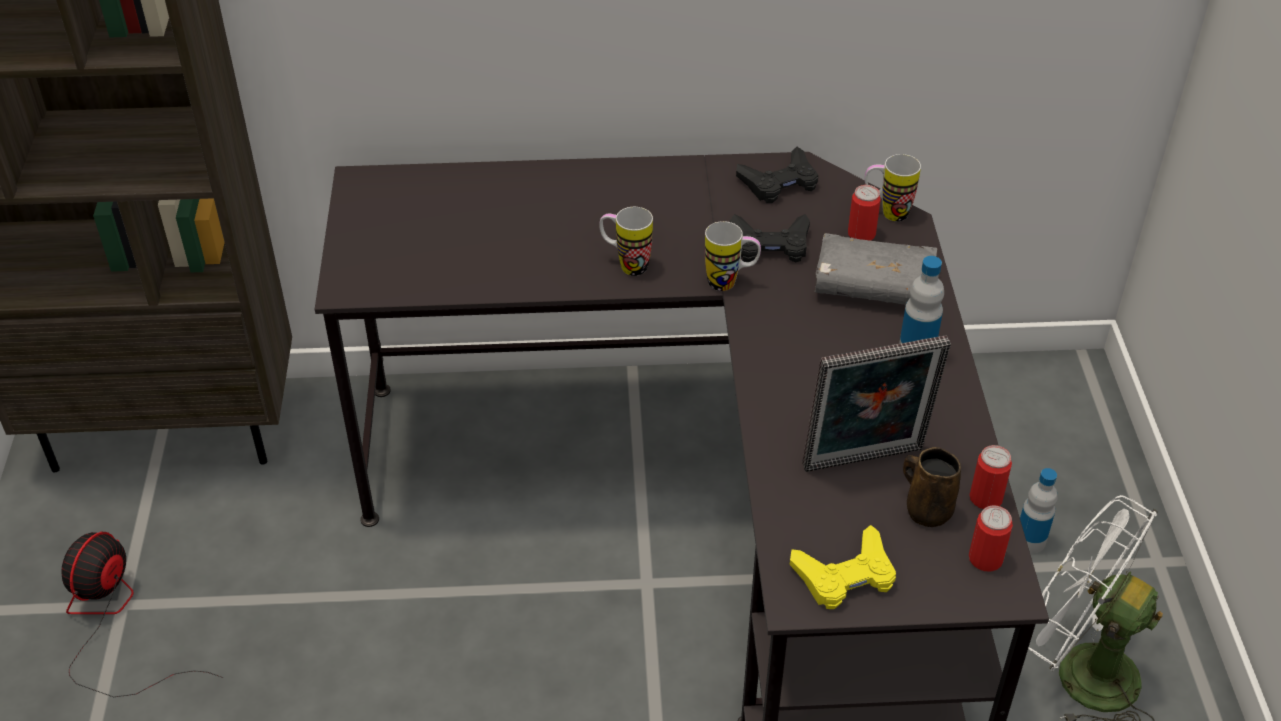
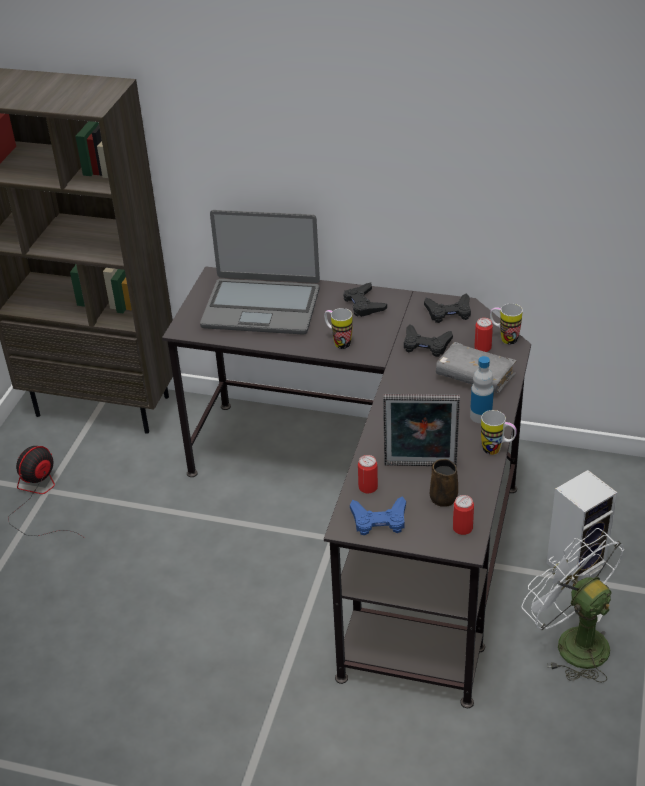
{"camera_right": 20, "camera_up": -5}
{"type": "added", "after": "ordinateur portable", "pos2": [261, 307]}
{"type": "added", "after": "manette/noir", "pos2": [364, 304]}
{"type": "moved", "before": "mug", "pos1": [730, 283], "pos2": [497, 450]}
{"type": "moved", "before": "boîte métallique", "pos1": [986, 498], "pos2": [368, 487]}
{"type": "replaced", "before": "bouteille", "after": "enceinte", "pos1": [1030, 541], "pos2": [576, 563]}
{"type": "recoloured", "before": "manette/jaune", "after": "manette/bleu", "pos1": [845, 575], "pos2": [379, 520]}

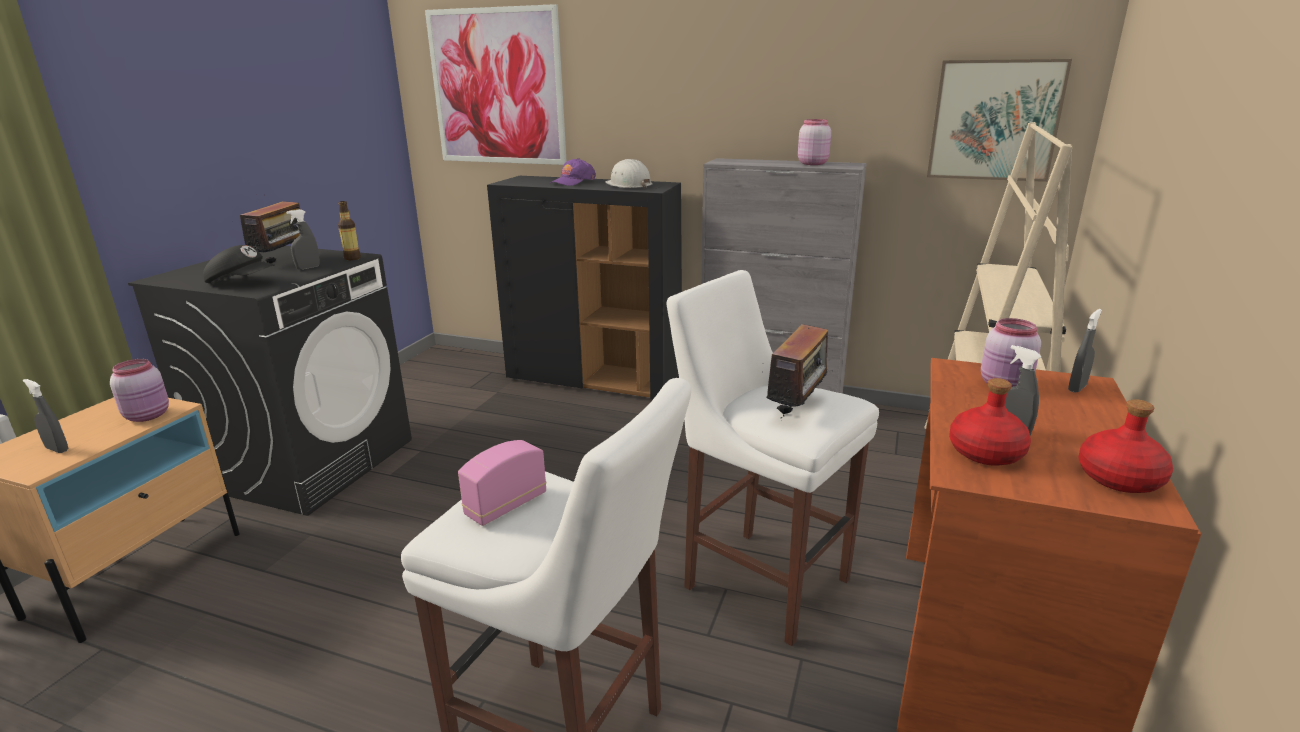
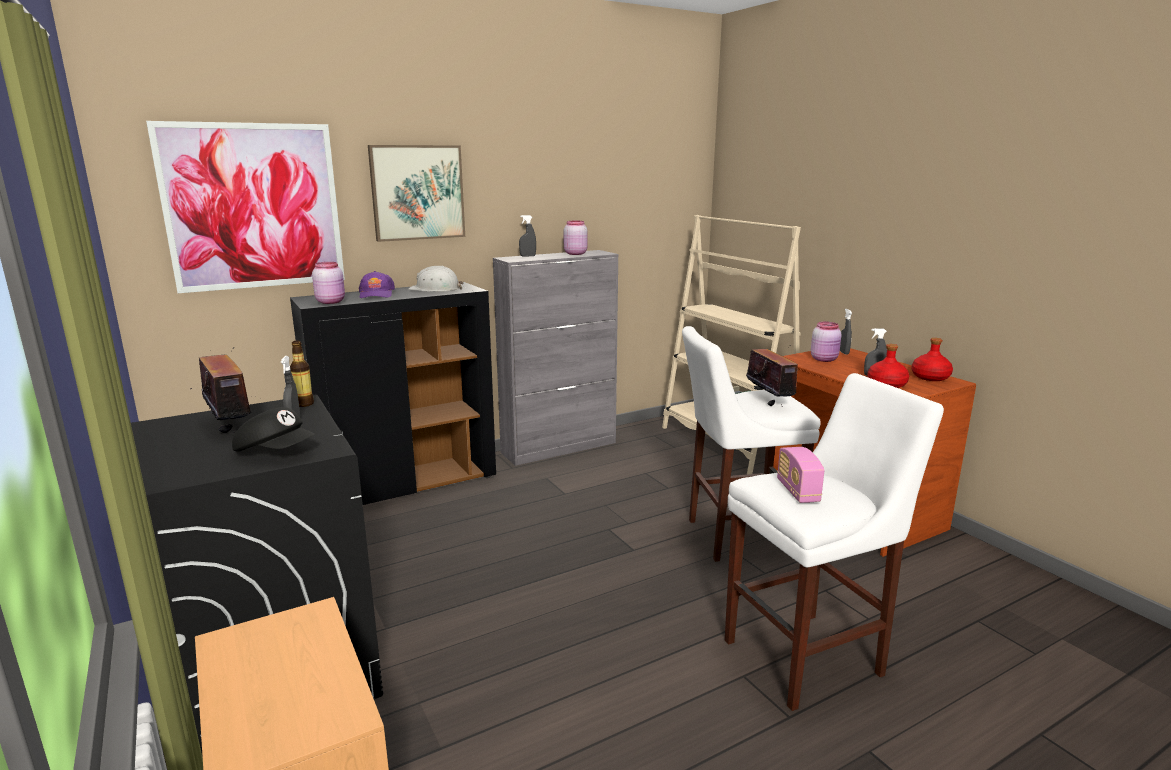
{"camera_right": -50, "camera_up": -5}
{"type": "moved", "before": "vaporisateur/gris", "pos1": [57, 449], "pos2": [527, 256]}
{"type": "moved", "before": "bocal/rose", "pos1": [149, 415], "pos2": [331, 302]}
{"type": "moved", "before": "tableau", "pos1": [994, 120], "pos2": [417, 192]}
{"type": "turned", "before": "casquette/noir", "pos1": [242, 282], "pos2": [276, 452], "turn": 60}

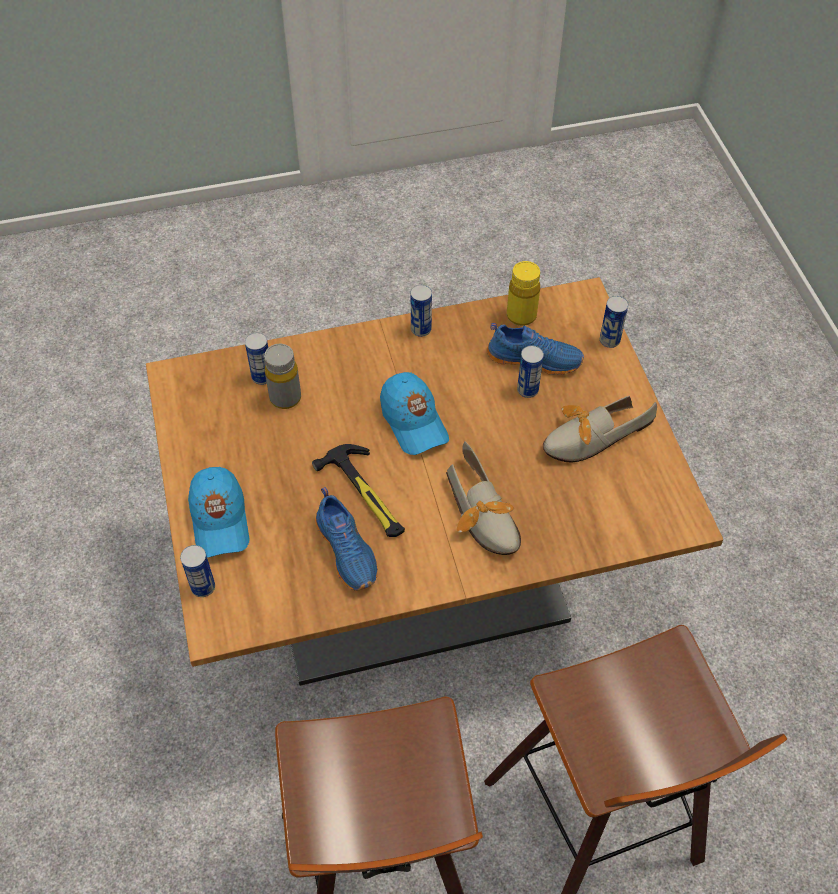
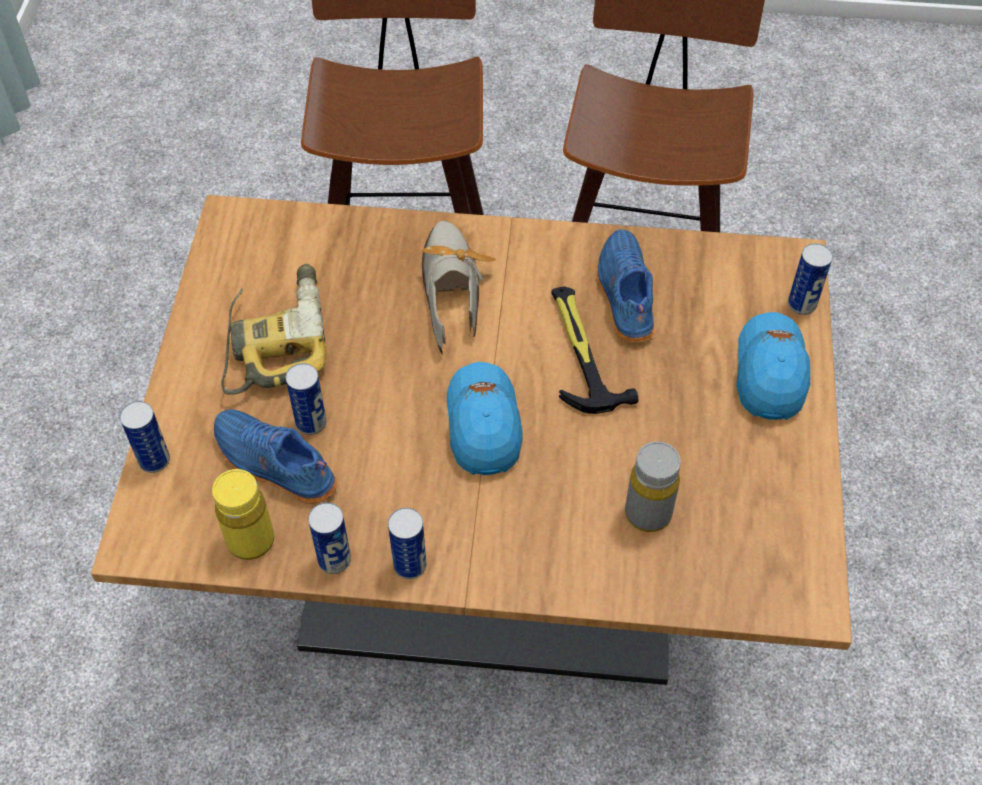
{"camera_right": -160, "camera_up": 0}
{"type": "moved", "before": "boîte métallique", "pos1": [262, 377], "pos2": [334, 560]}
{"type": "replaced", "before": "chaussure", "after": "perceuse", "pos1": [588, 438], "pos2": [275, 338]}

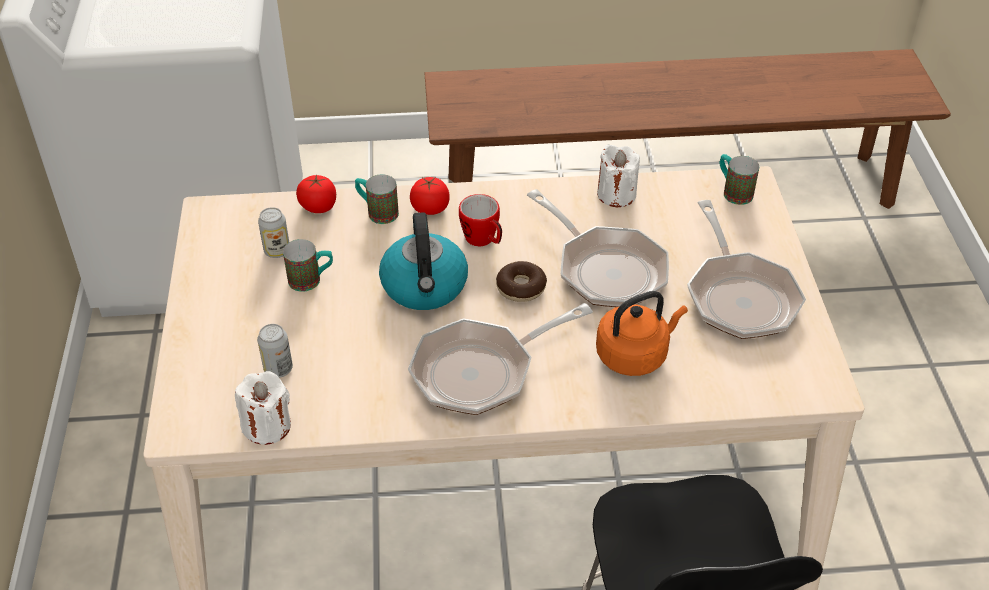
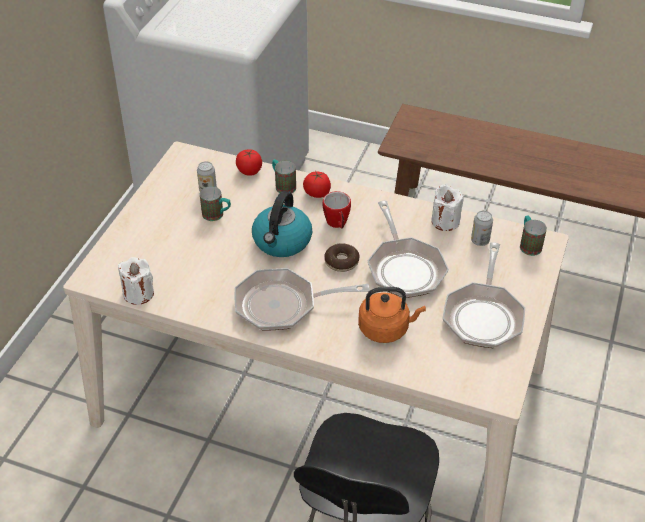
{"camera_right": 25, "camera_up": 0}
{"type": "moved", "before": "boîte métallique", "pos1": [278, 369], "pos2": [480, 241]}

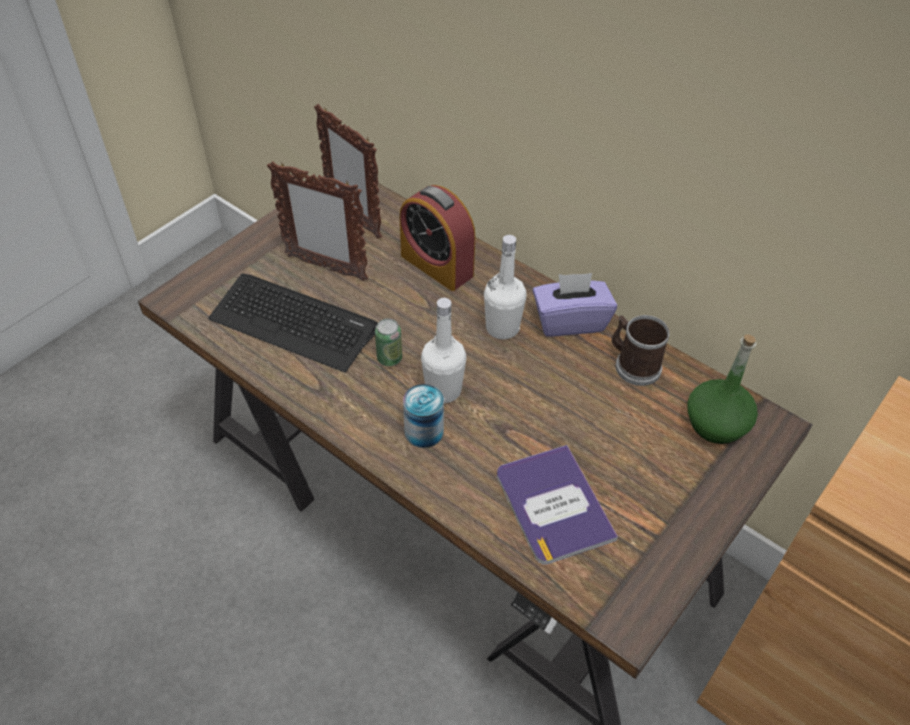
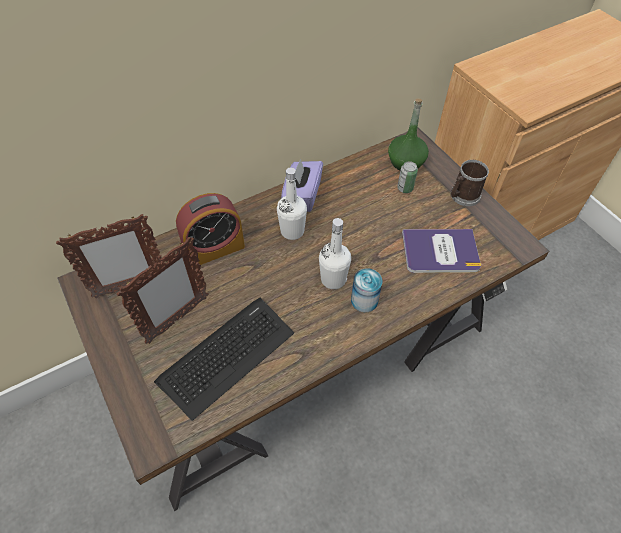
{"camera_right": -70, "camera_up": 5}
{"type": "moved", "before": "boîte métallique", "pos1": [389, 358], "pos2": [405, 188]}
{"type": "moved", "before": "mug", "pos1": [633, 365], "pos2": [462, 196]}

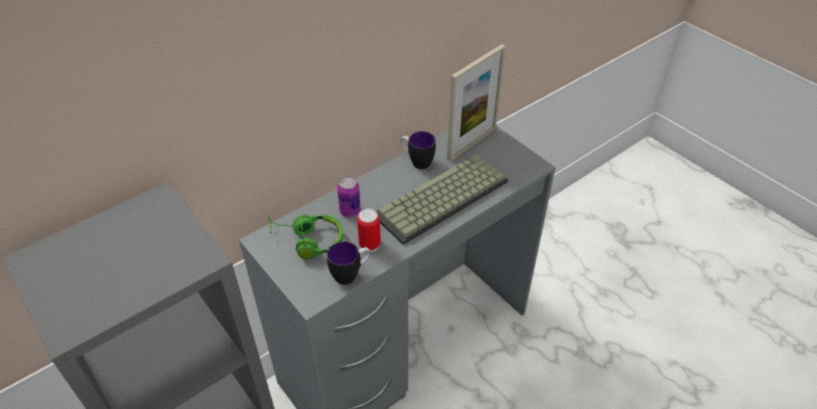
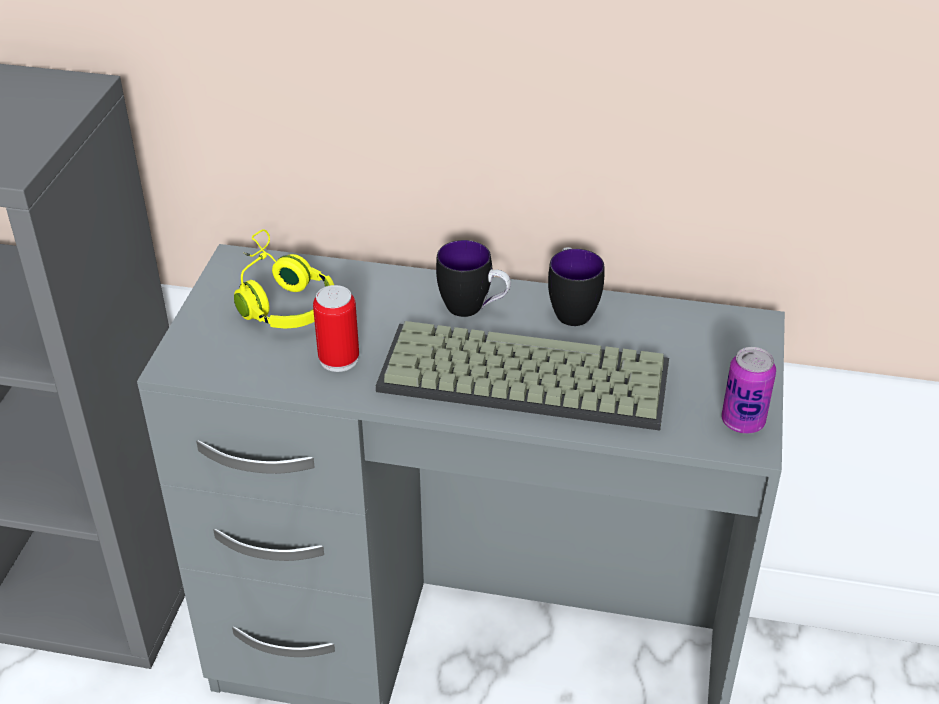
{"camera_right": 50, "camera_up": -5}
{"type": "removed", "before": "cadre photo", "pos1": [471, 144]}
{"type": "moved", "before": "mug", "pos1": [351, 275], "pos2": [473, 309]}
{"type": "moved", "before": "boîte métallique", "pos1": [350, 211], "pos2": [742, 422]}
{"type": "recoloured", "before": "casque audio/vert", "after": "casque audio/jaune", "pos1": [307, 241], "pos2": [281, 300]}

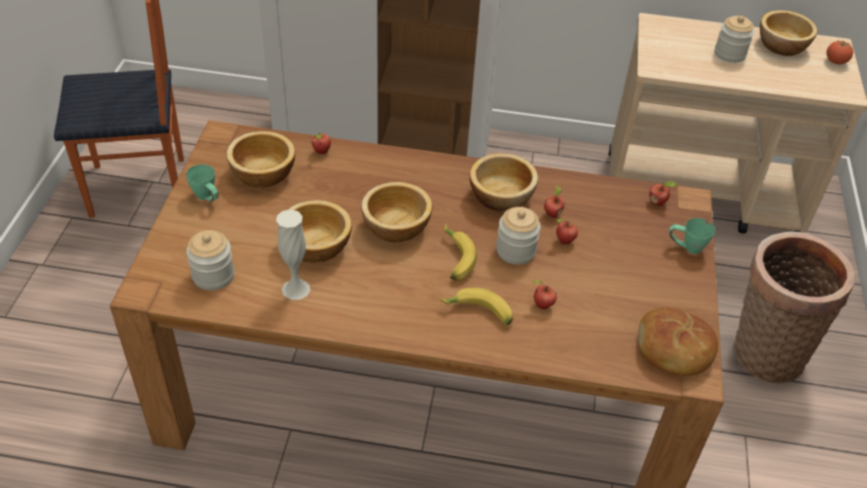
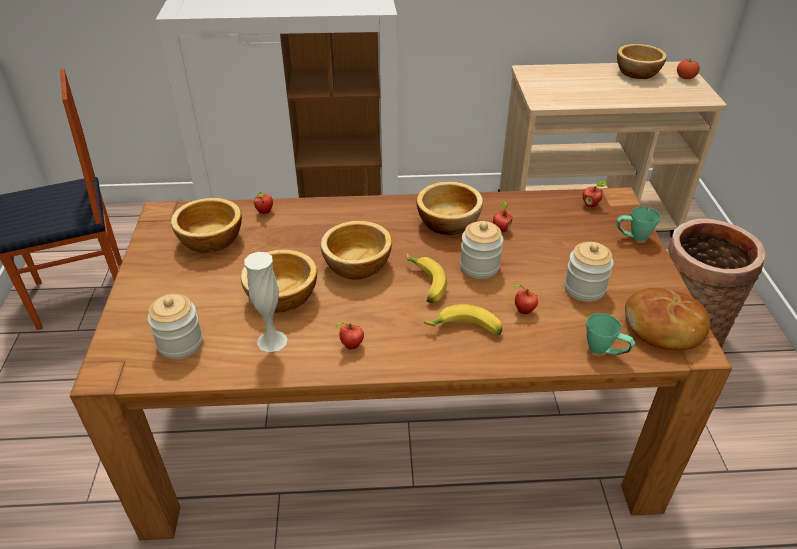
{"camera_right": -10, "camera_up": -5}
{"type": "moved", "before": "mug/vert", "pos1": [207, 199], "pos2": [605, 352]}
{"type": "moved", "before": "pomme", "pos1": [564, 241], "pos2": [351, 346]}
{"type": "moved", "before": "bocal", "pos1": [729, 54], "pos2": [584, 288]}

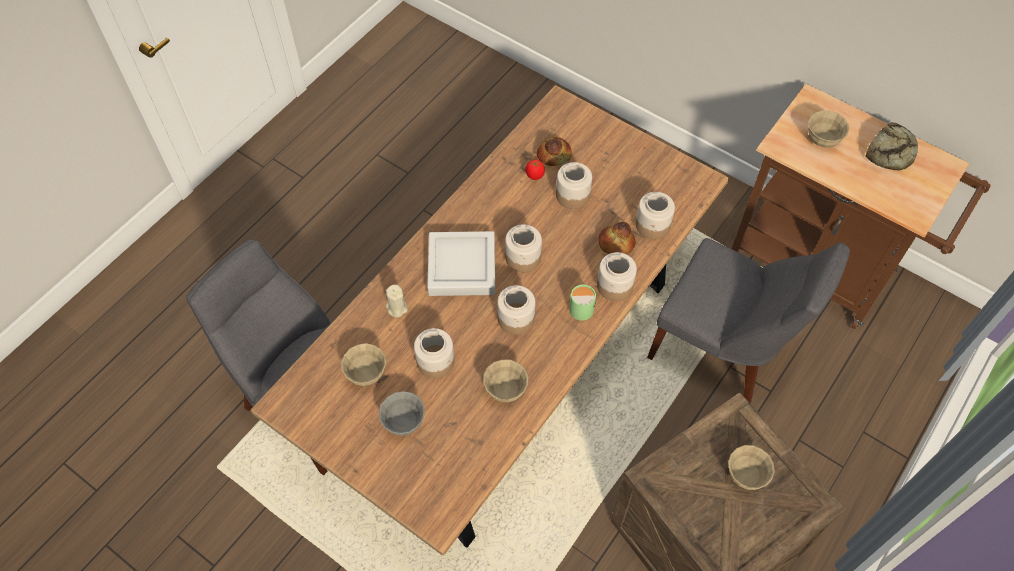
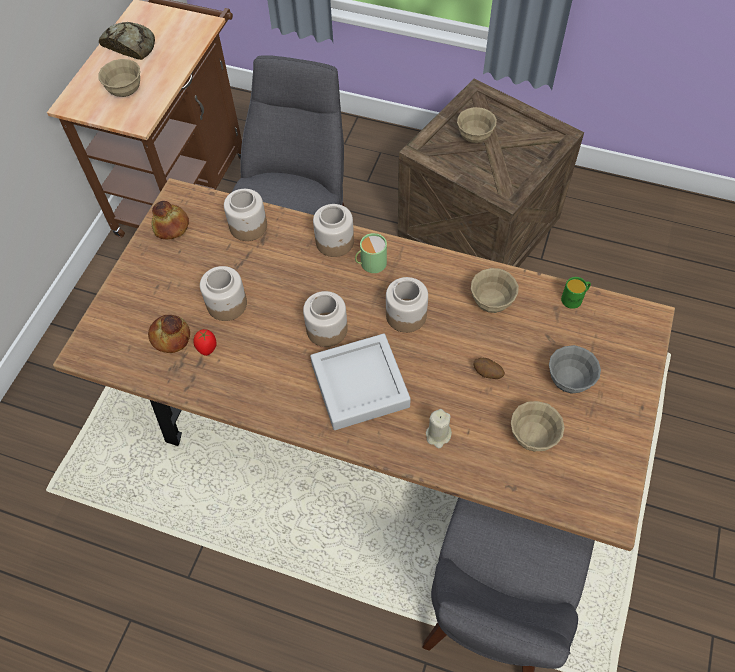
{"camera_right": -105, "camera_up": 0}
{"type": "added", "after": "mug/vert", "pos2": [574, 298]}
{"type": "moved", "before": "pain", "pos1": [615, 244], "pos2": [171, 226]}
{"type": "replaced", "before": "bocal", "after": "pomme de terre", "pos1": [436, 361], "pos2": [487, 373]}

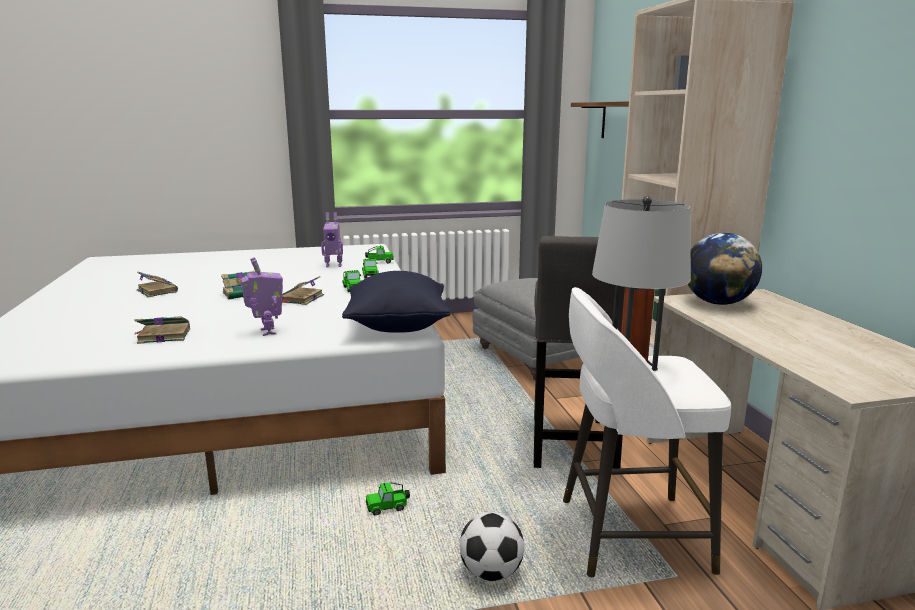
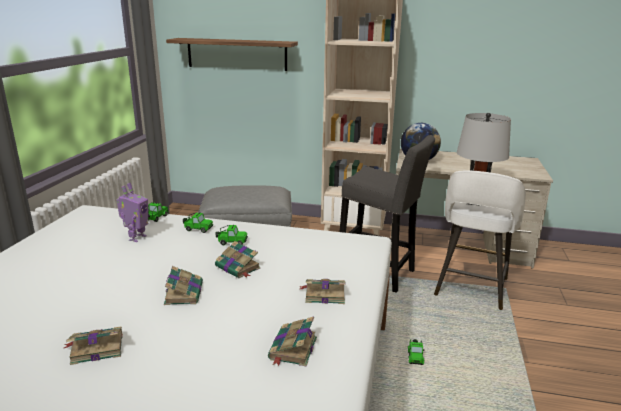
{"camera_right": -65, "camera_up": 5}
{"type": "removed", "before": "coussin/noir", "pos1": [397, 326]}
{"type": "removed", "before": "ballon de foot", "pos1": [491, 572]}
{"type": "replaced", "before": "robot jouet", "after": "livre", "pos1": [266, 332], "pos2": [323, 294]}

